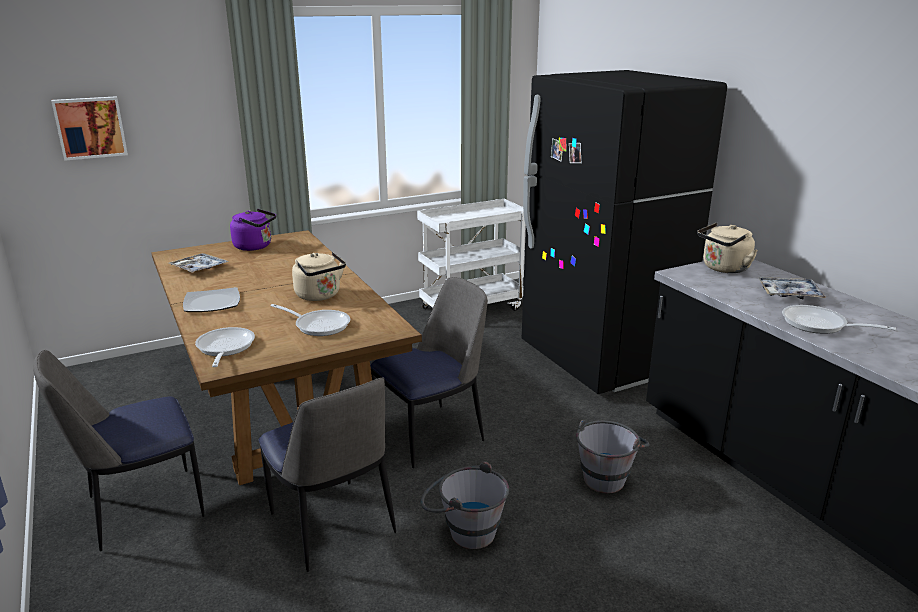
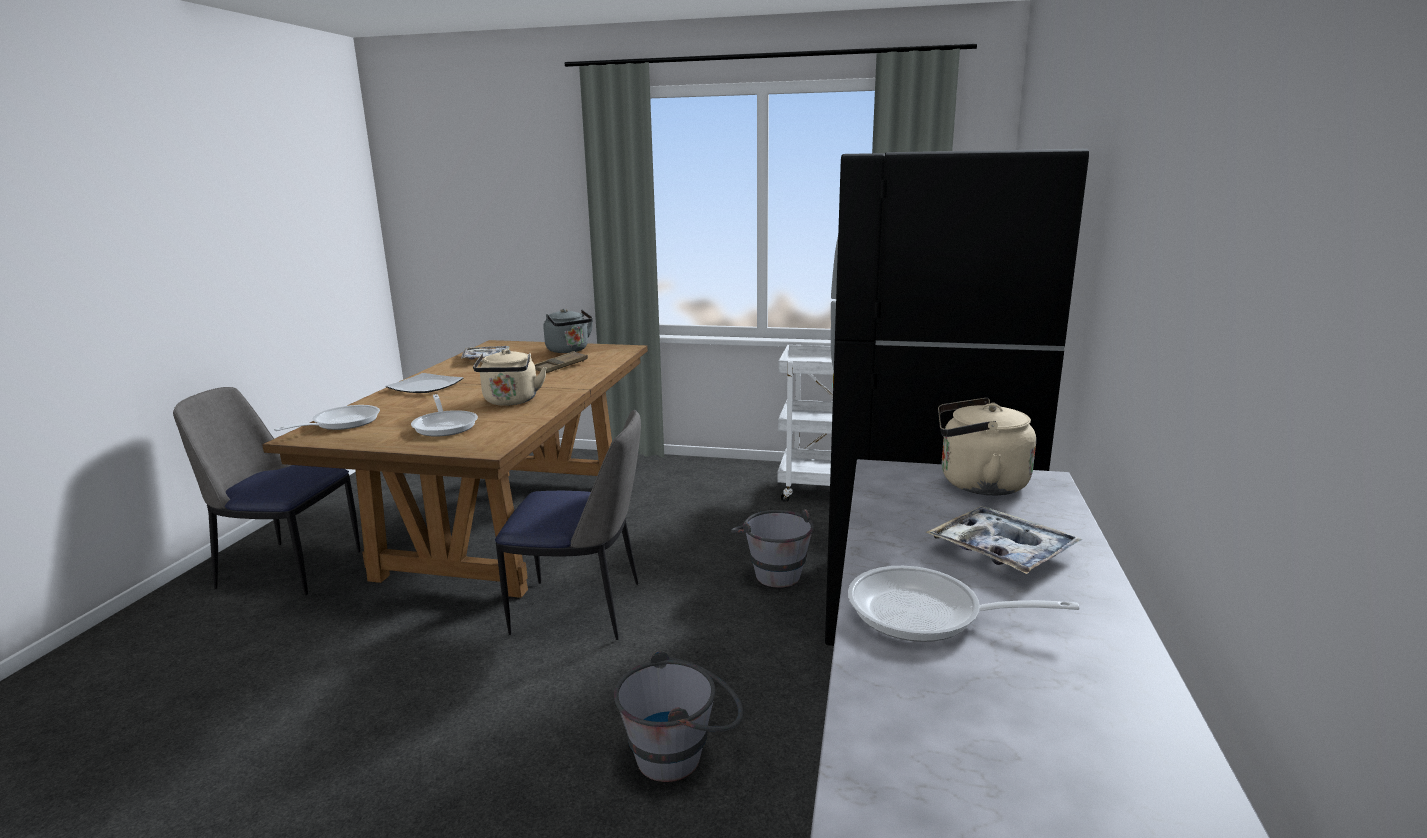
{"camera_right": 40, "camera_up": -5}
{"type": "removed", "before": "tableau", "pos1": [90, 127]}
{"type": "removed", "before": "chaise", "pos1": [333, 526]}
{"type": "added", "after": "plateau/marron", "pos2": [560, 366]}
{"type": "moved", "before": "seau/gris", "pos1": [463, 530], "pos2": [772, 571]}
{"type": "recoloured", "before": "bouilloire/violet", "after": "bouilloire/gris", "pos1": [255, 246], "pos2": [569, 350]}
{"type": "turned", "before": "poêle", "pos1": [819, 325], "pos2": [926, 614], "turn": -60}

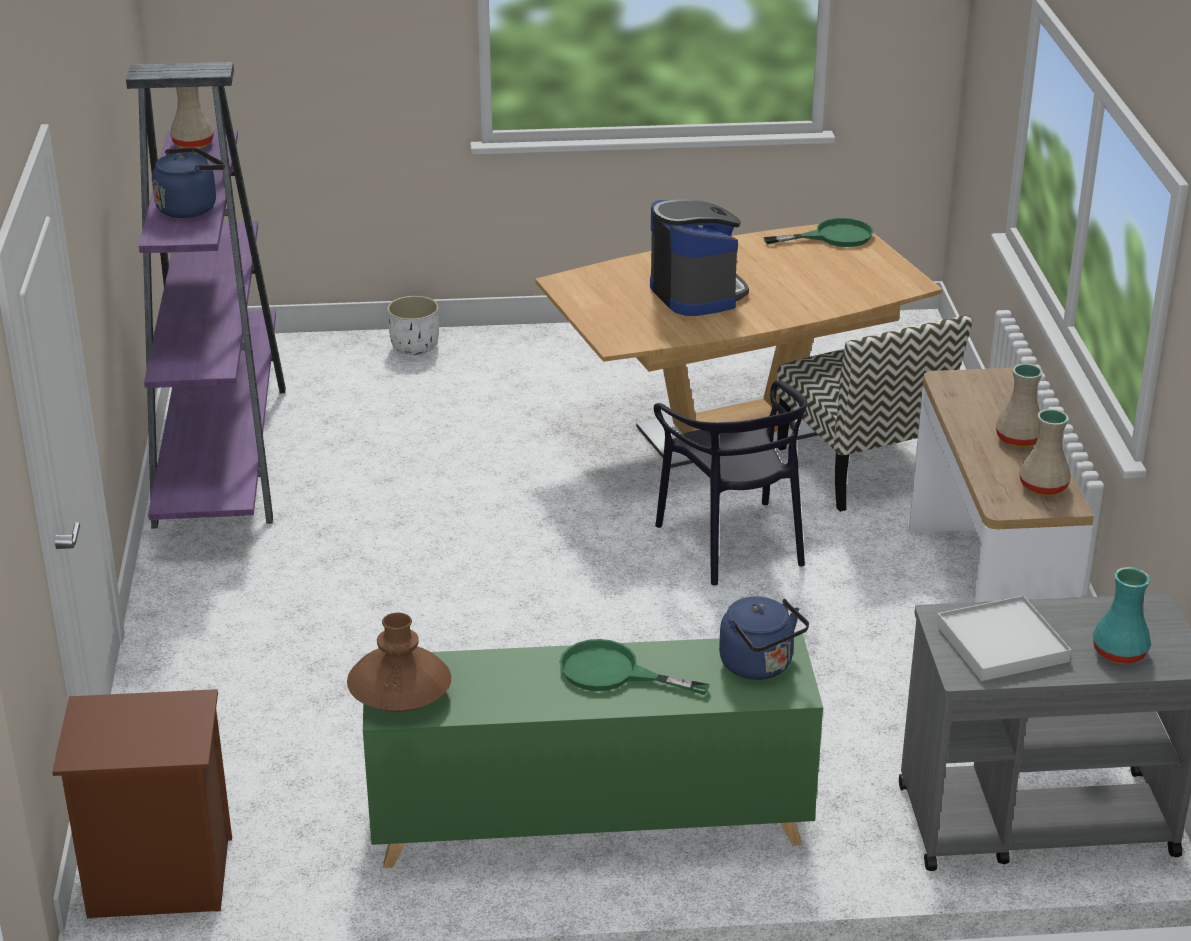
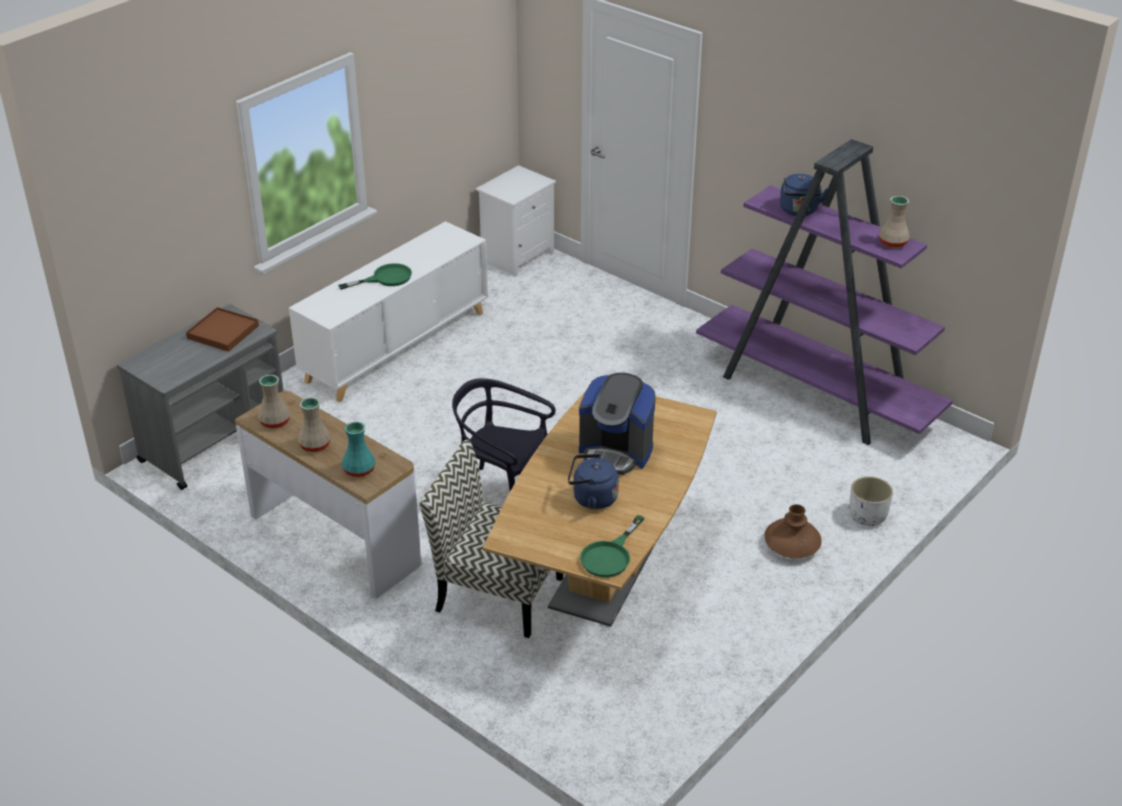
{"camera_right": 135, "camera_up": 5}
{"type": "moved", "before": "vase/marron", "pos1": [400, 695], "pos2": [791, 546]}
{"type": "moved", "before": "bouilloire/bleu", "pos1": [760, 666], "pos2": [592, 498]}
{"type": "moved", "before": "vase/turquoise", "pos1": [1119, 652], "pos2": [359, 470]}
{"type": "recoloured", "before": "table de chevet/marron", "after": "table de chevet/blanc", "pos1": [156, 879], "pos2": [517, 256]}
{"type": "recoloured", "before": "meuble de rangement/vert", "after": "meuble de rangement/blanc", "pos1": [588, 822], "pos2": [397, 346]}
{"type": "recoloured", "before": "plateau/blanc", "after": "plateau/marron", "pos1": [1001, 643], "pos2": [223, 332]}

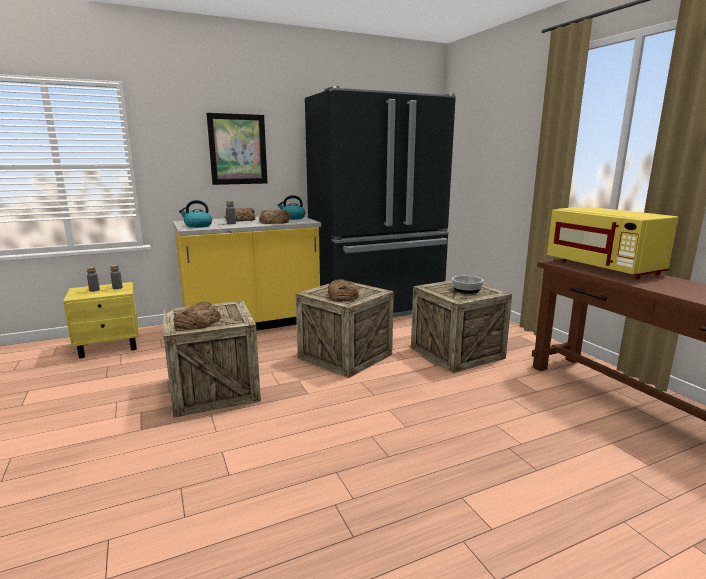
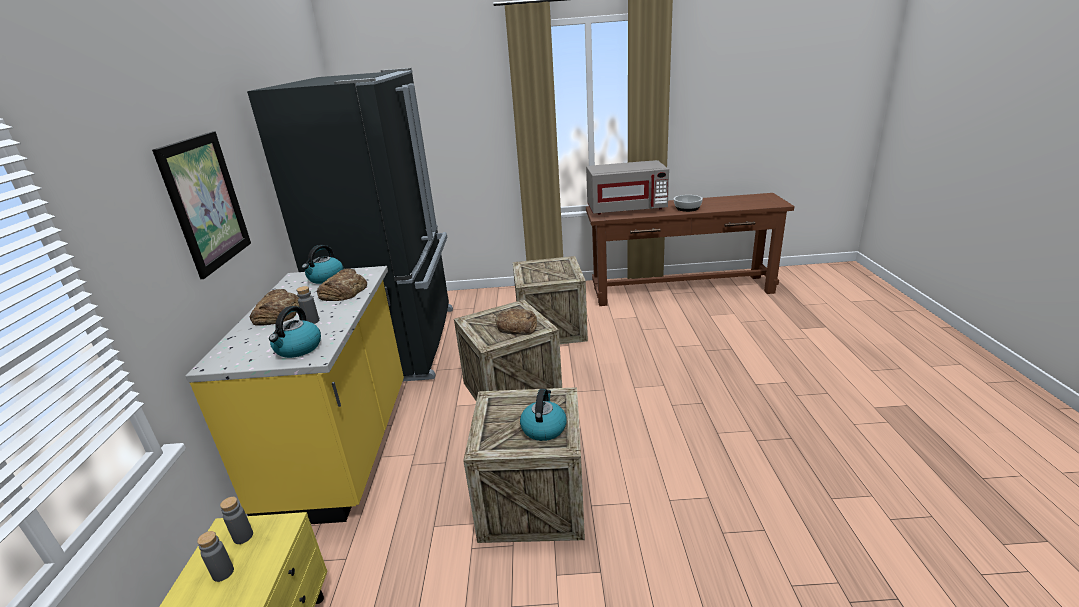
{"camera_right": -65, "camera_up": 10}
{"type": "moved", "before": "bol", "pos1": [466, 290], "pos2": [687, 208]}
{"type": "replaced", "before": "pain", "after": "bouilloire", "pos1": [198, 322], "pos2": [543, 428]}
{"type": "recoloured", "before": "micro-ondes/jaune", "after": "micro-ondes/gris", "pos1": [604, 267], "pos2": [626, 209]}

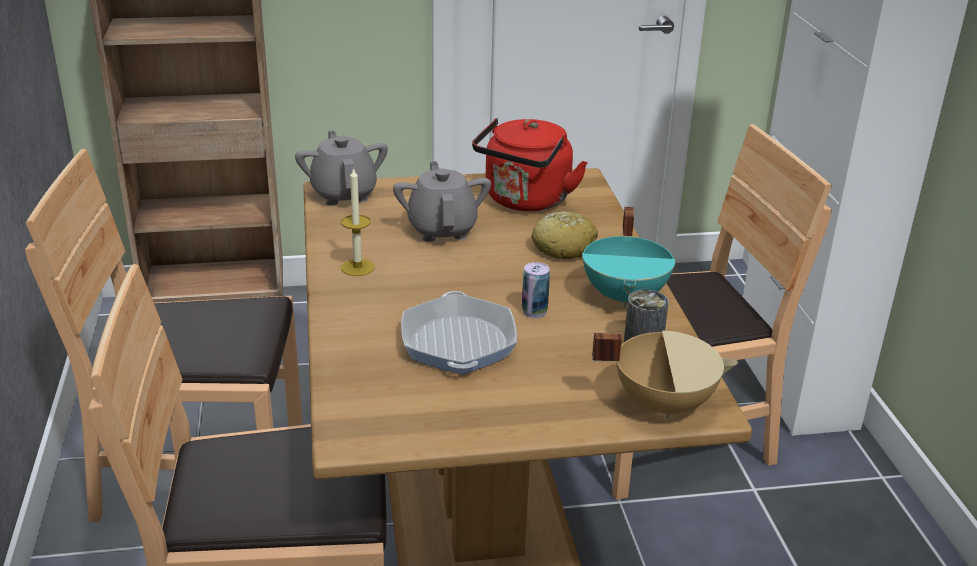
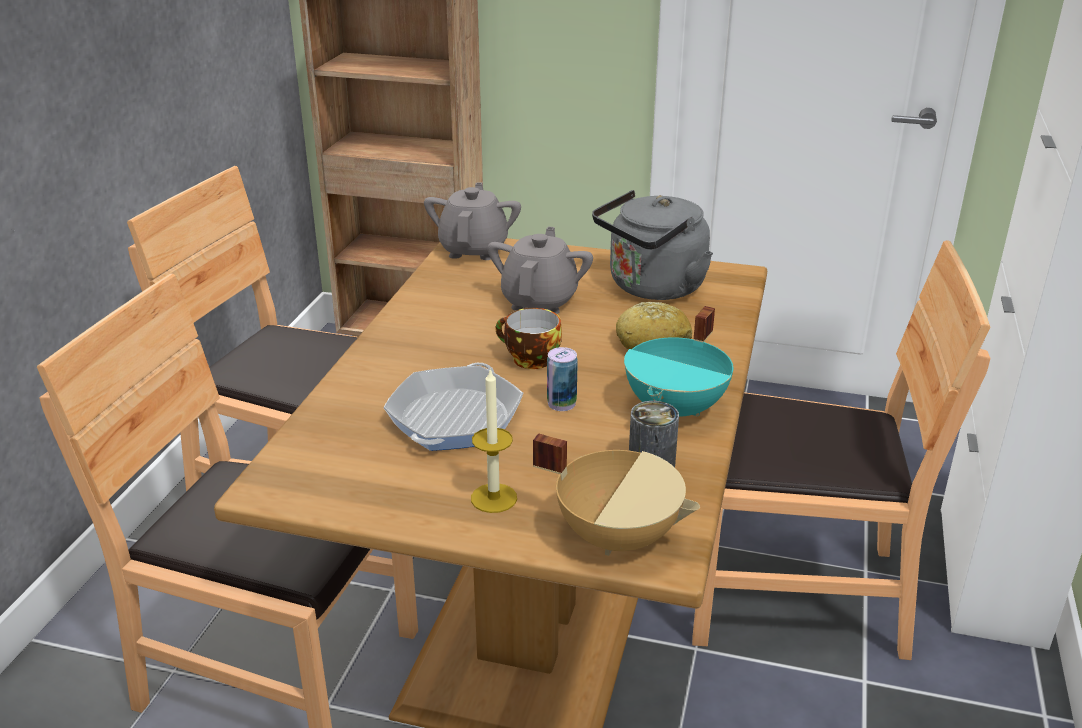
{"camera_right": 25, "camera_up": 0}
{"type": "added", "after": "tasse", "pos2": [529, 359]}
{"type": "moved", "before": "bougie", "pos1": [357, 267], "pos2": [494, 498]}
{"type": "recoloured", "before": "bouilloire/rouge", "after": "bouilloire/gris", "pos1": [525, 201], "pos2": [652, 288]}

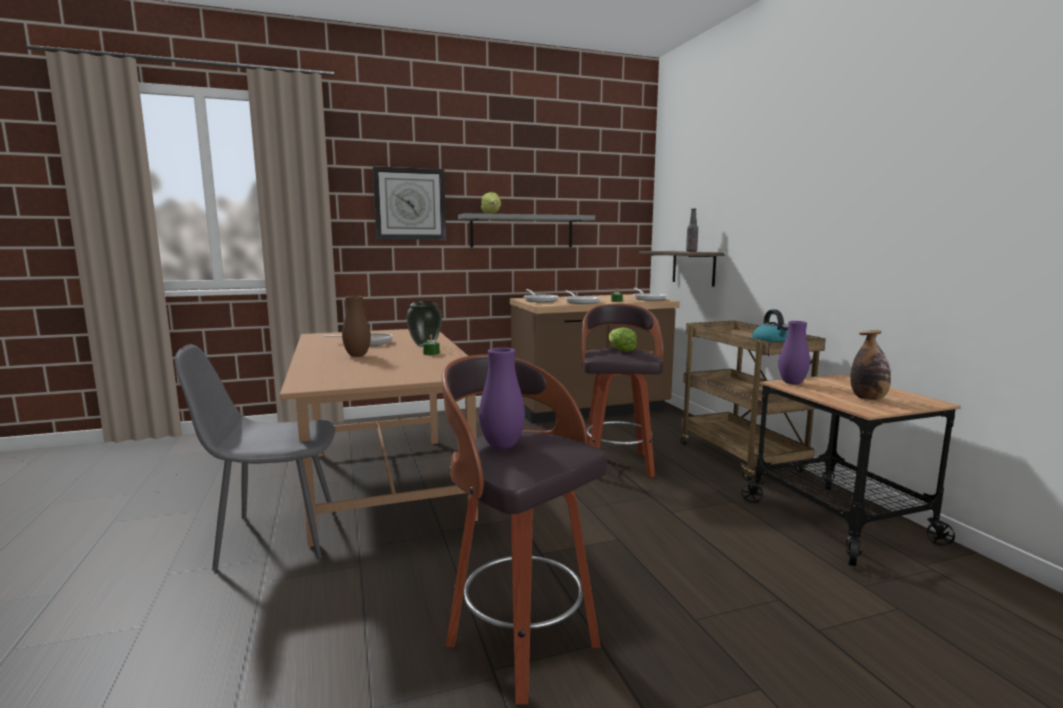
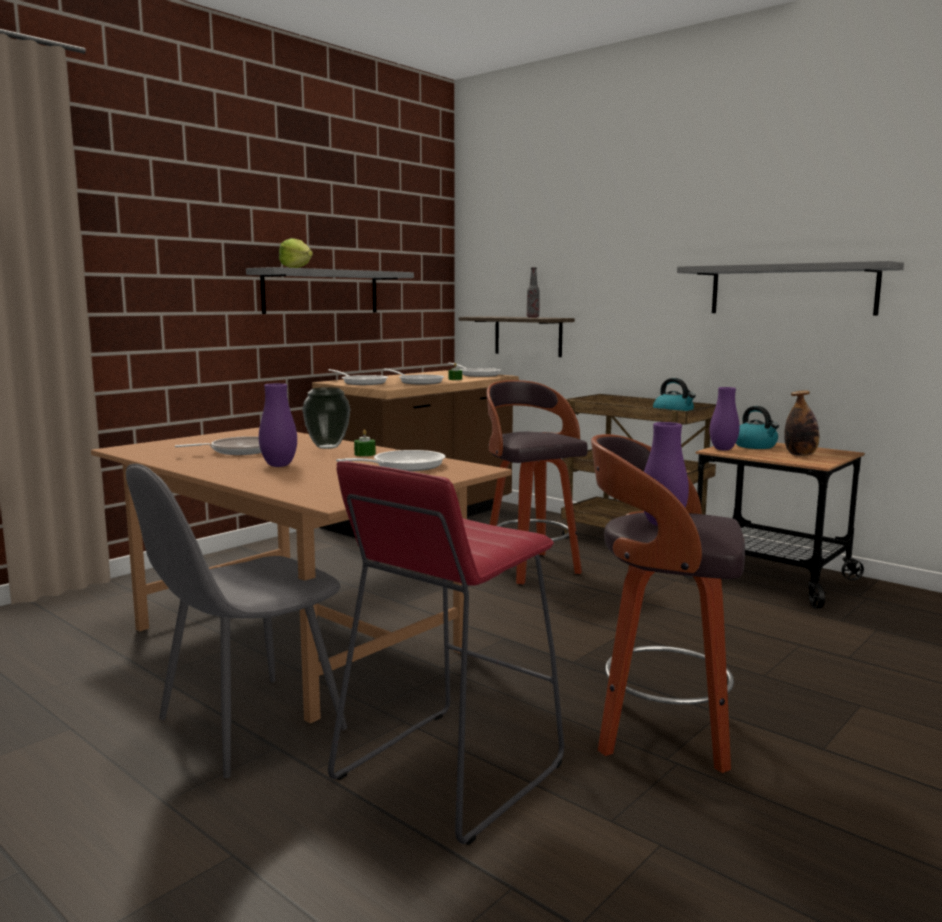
{"camera_right": -30, "camera_up": 0}
{"type": "removed", "before": "horloge murale", "pos1": [410, 204]}
{"type": "removed", "before": "laitue", "pos1": [620, 350]}
{"type": "added", "after": "tabouret/rouge", "pos2": [447, 771]}
{"type": "added", "after": "poêle", "pos2": [403, 466]}
{"type": "added", "after": "étagère/gris", "pos2": [791, 290]}
{"type": "added", "after": "bouilloire", "pos2": [755, 446]}
{"type": "recoloured", "before": "vase/marron", "after": "vase/violet", "pos1": [357, 355], "pos2": [279, 465]}

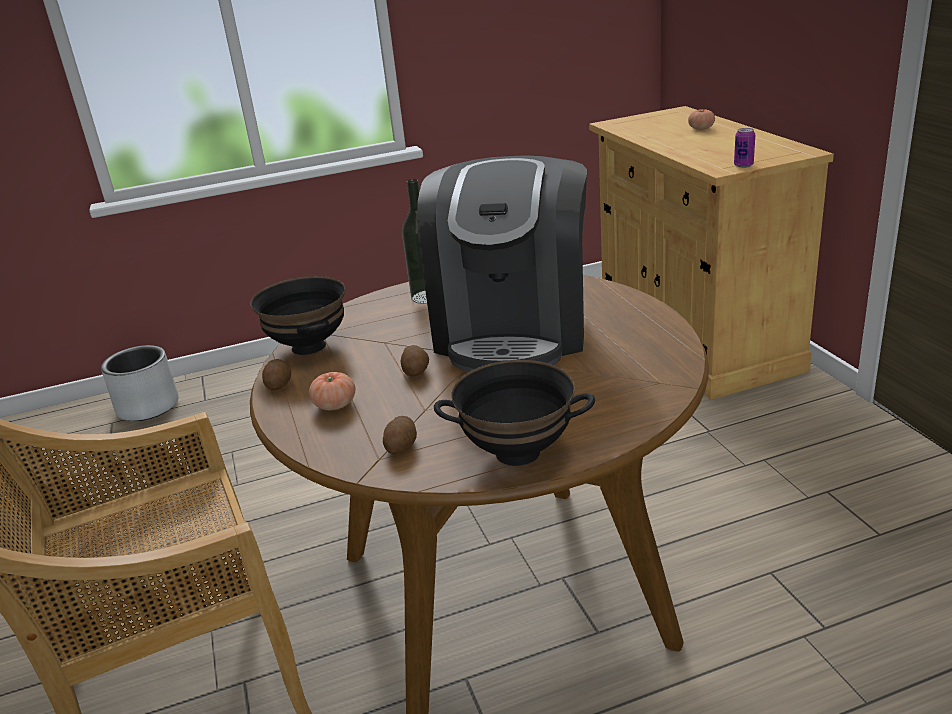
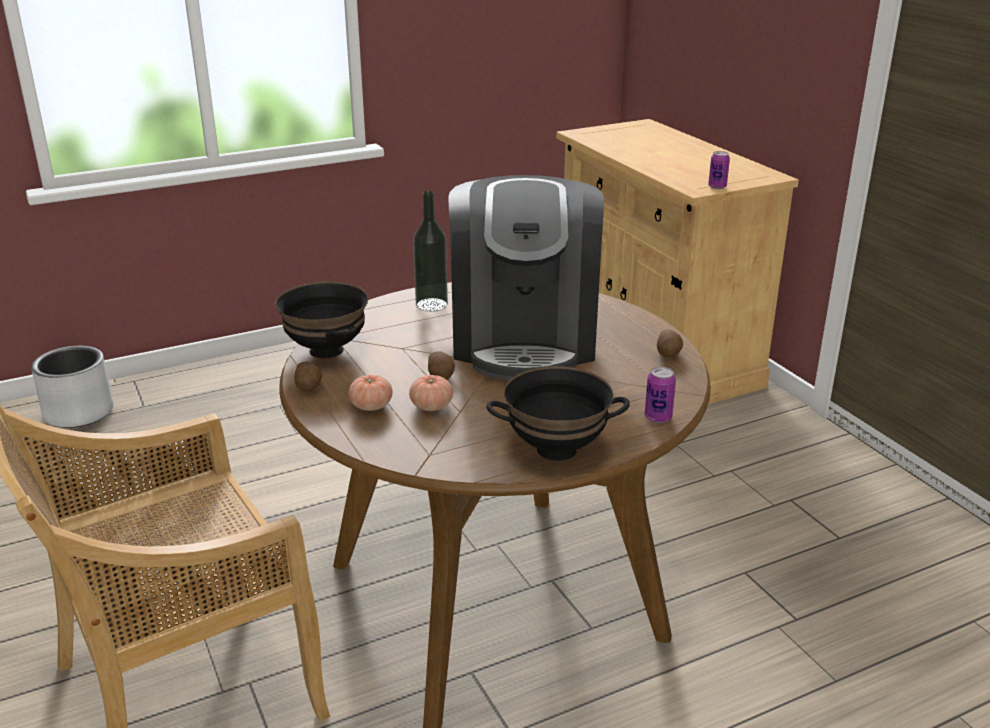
{"camera_right": -10, "camera_up": 0}
{"type": "added", "after": "boîte métallique", "pos2": [658, 417]}
{"type": "moved", "before": "pomme de terre", "pos1": [402, 447], "pos2": [669, 353]}
{"type": "moved", "before": "tomate", "pos1": [701, 128], "pos2": [431, 406]}

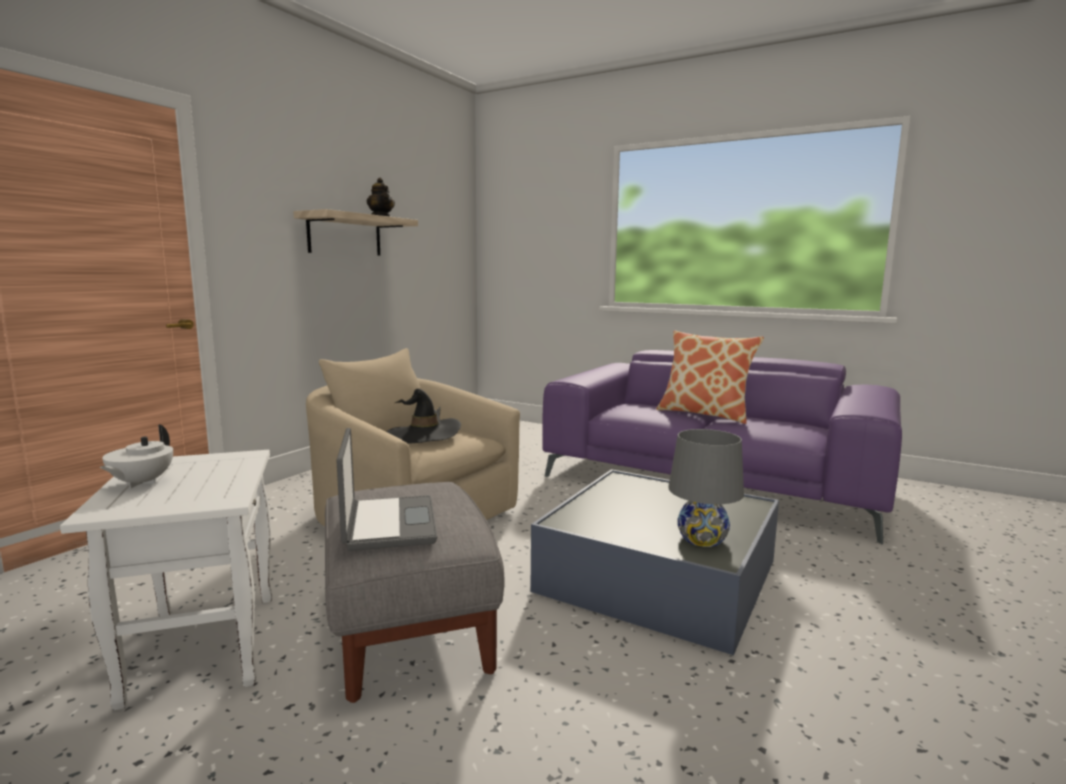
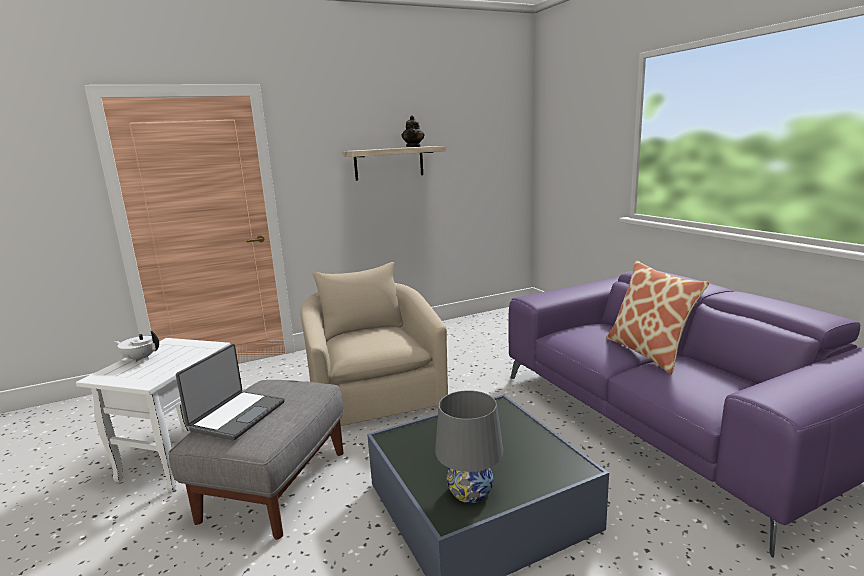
{"camera_right": 35, "camera_up": 5}
{"type": "removed", "before": "chapeau/noir", "pos1": [423, 436]}
{"type": "turned", "before": "théière/blanc", "pos1": [140, 483], "pos2": [141, 358], "turn": 60}

